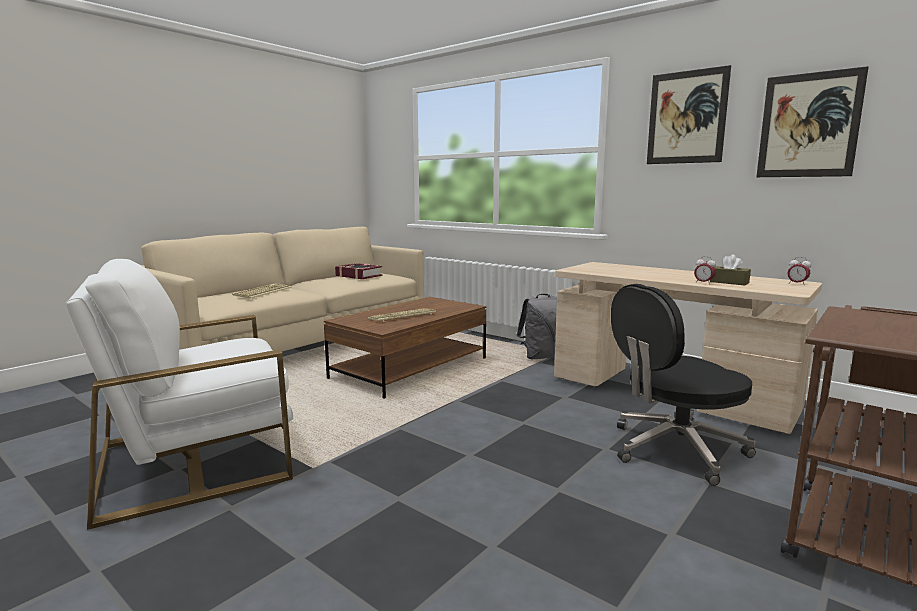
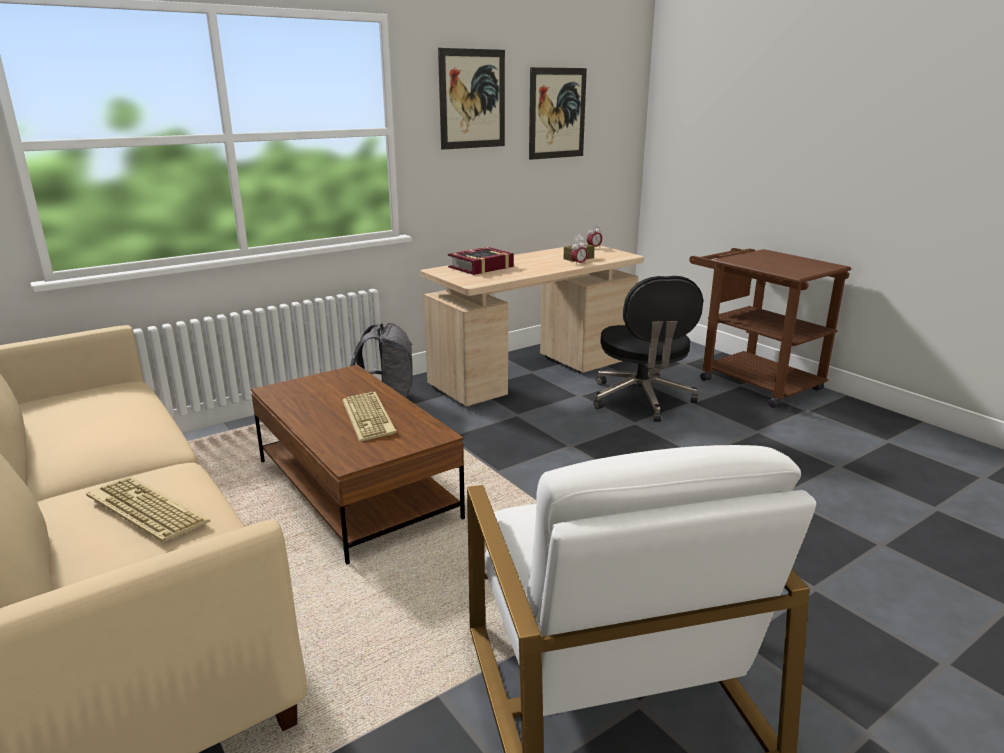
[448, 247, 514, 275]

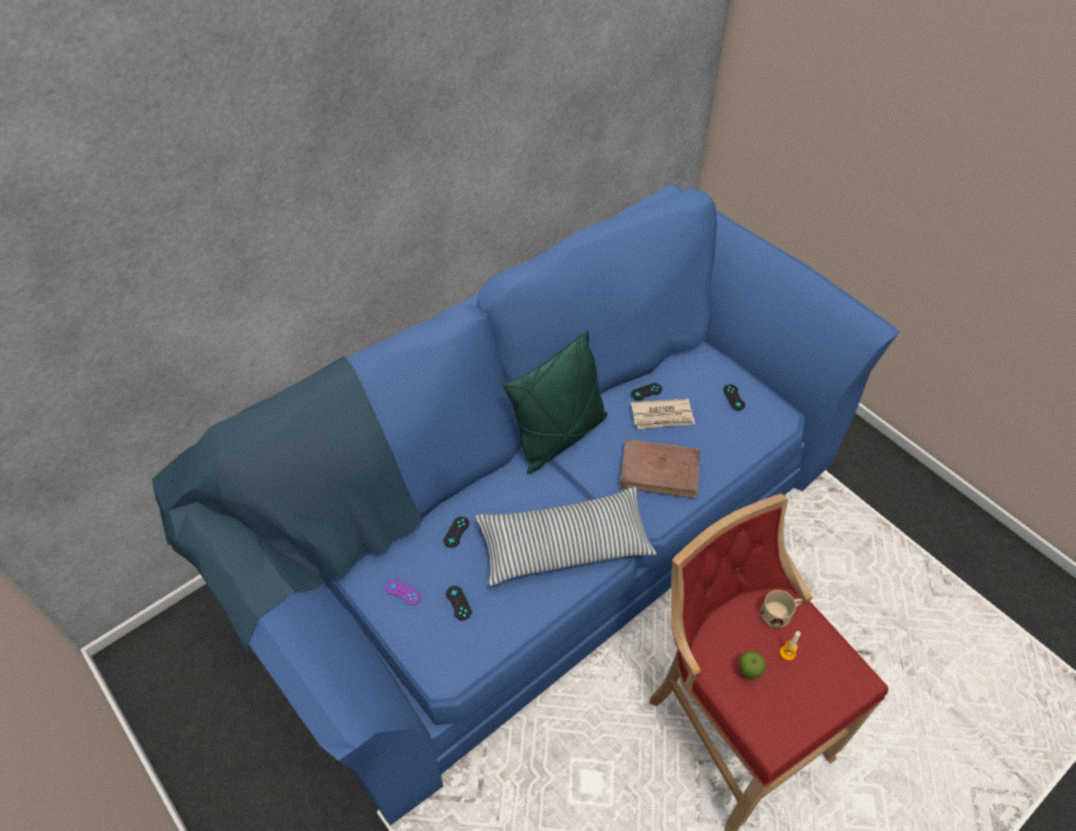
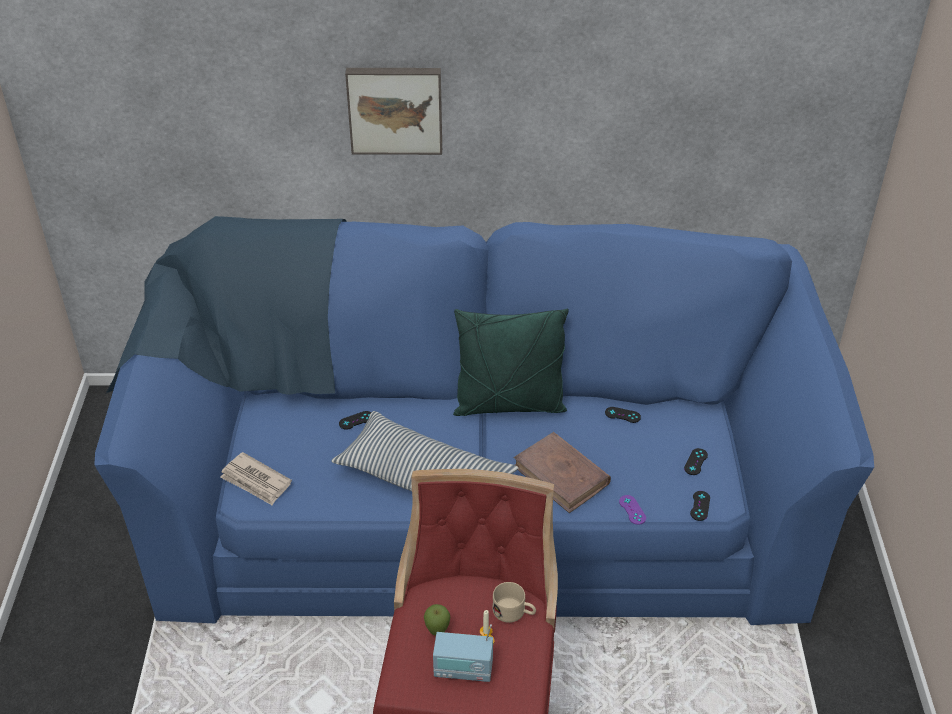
[619, 495, 646, 525]
[690, 491, 710, 521]
[220, 452, 292, 505]
[345, 68, 442, 155]
[433, 624, 493, 682]

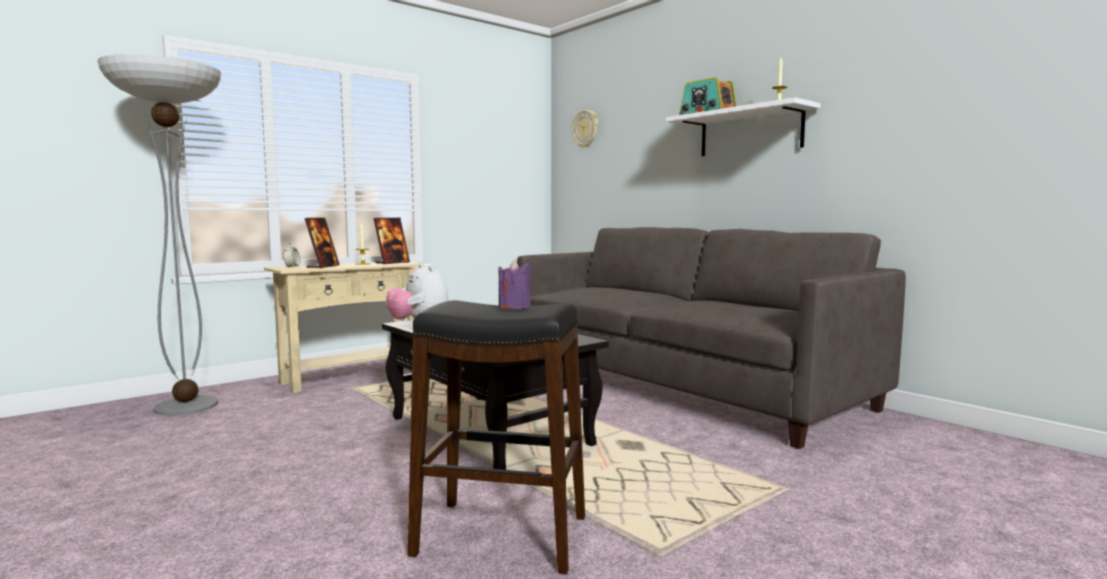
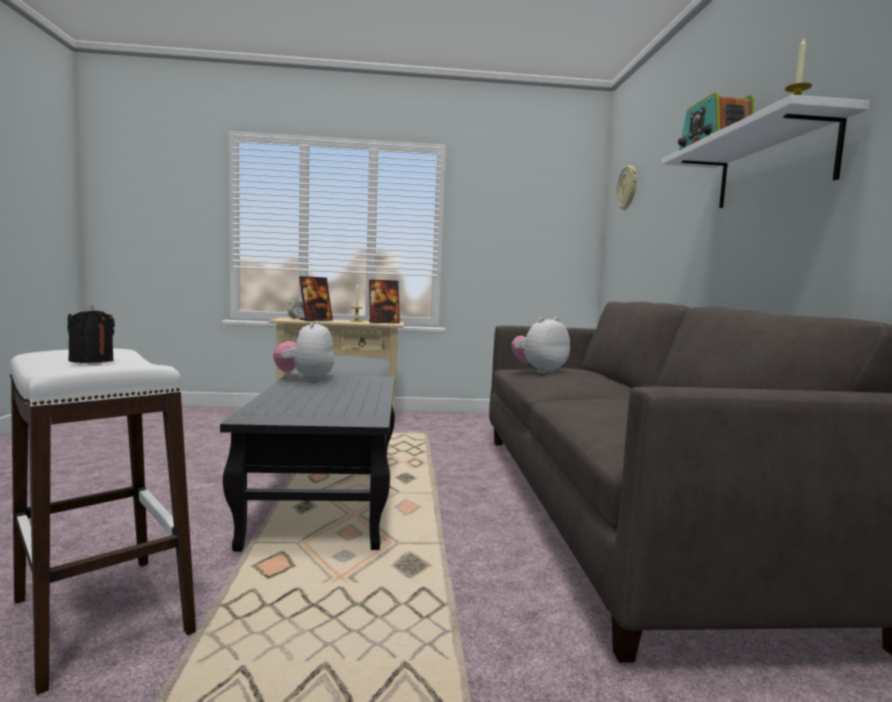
[98, 54, 221, 416] (first image)
[10, 349, 196, 695]
[67, 305, 115, 363]
[511, 317, 570, 374]

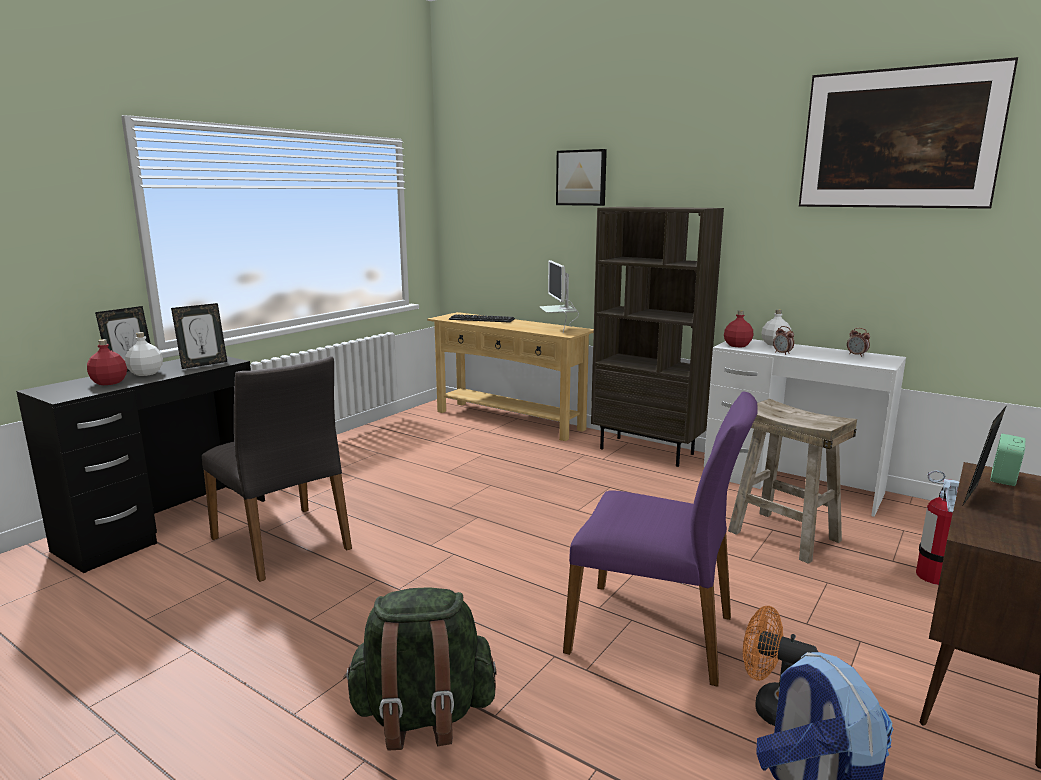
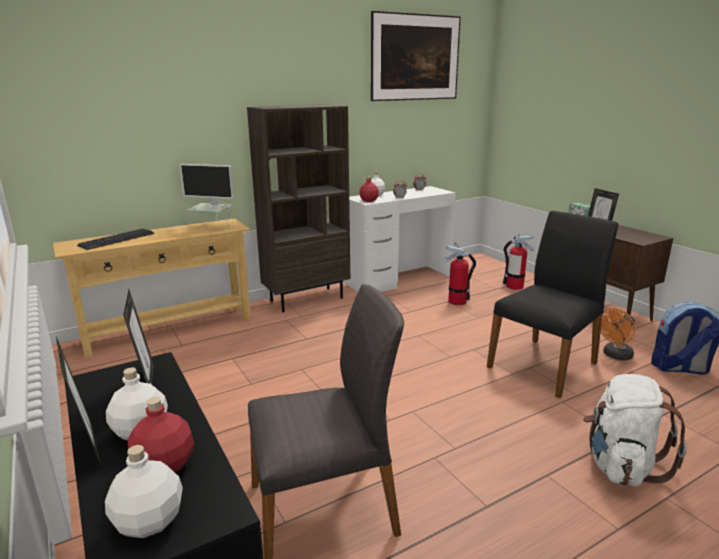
[583, 374, 687, 487]
[556, 149, 607, 206] (first image)
[487, 211, 618, 399]
[444, 242, 476, 305]
[105, 445, 183, 538]

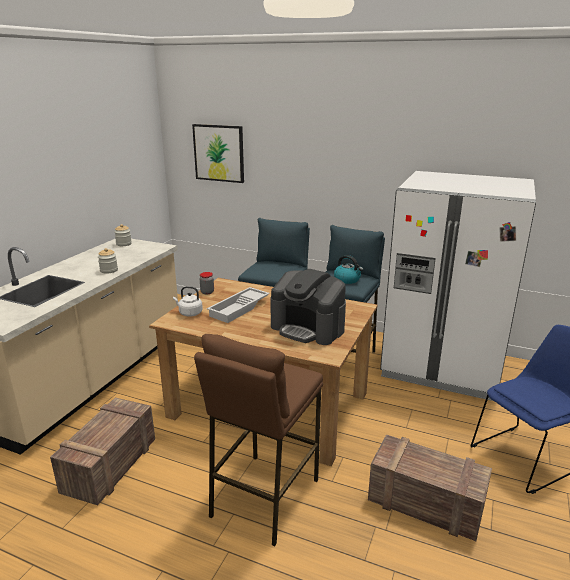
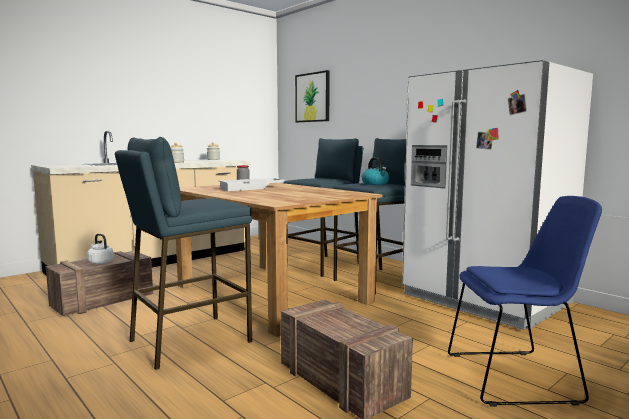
[87, 234, 114, 264]
[115, 137, 252, 370]
[270, 269, 346, 345] (first image)

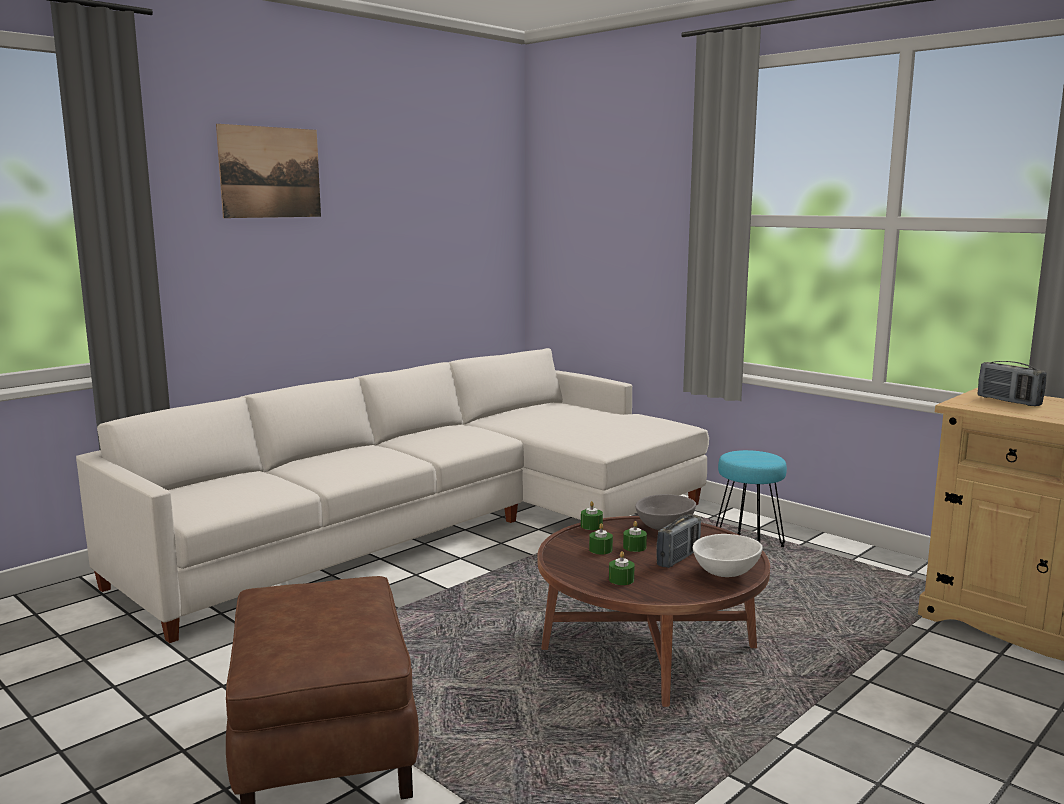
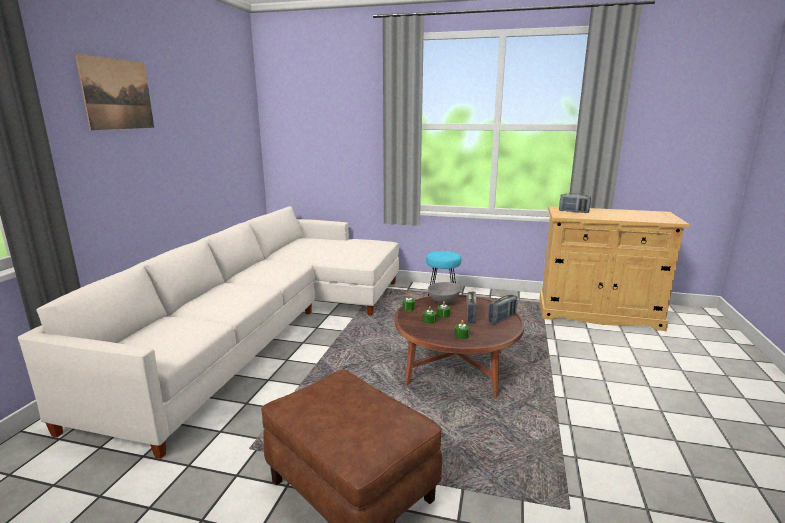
[489, 295, 517, 324]

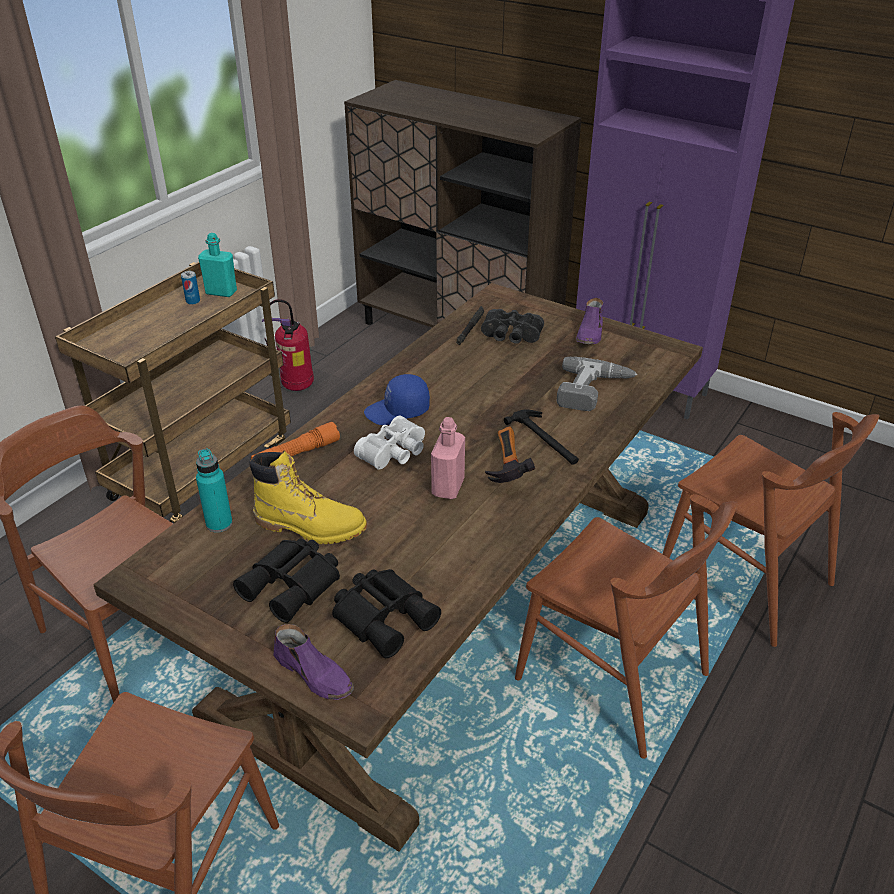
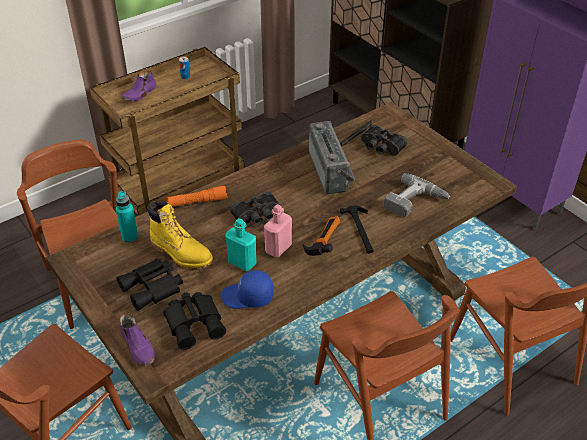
[225, 218, 256, 271]
[262, 299, 314, 391] (first image)
[230, 192, 280, 226]
[221, 270, 274, 309]
[121, 71, 157, 101]
[309, 121, 355, 194]

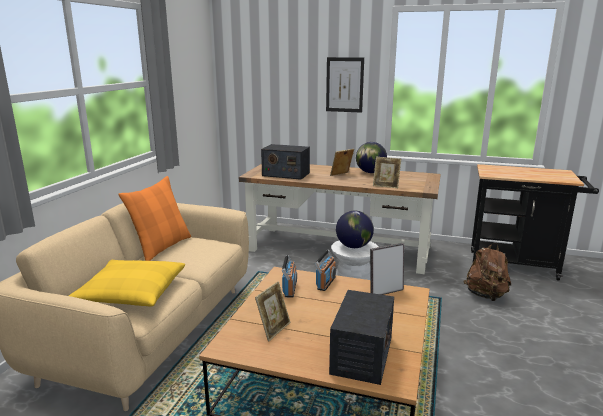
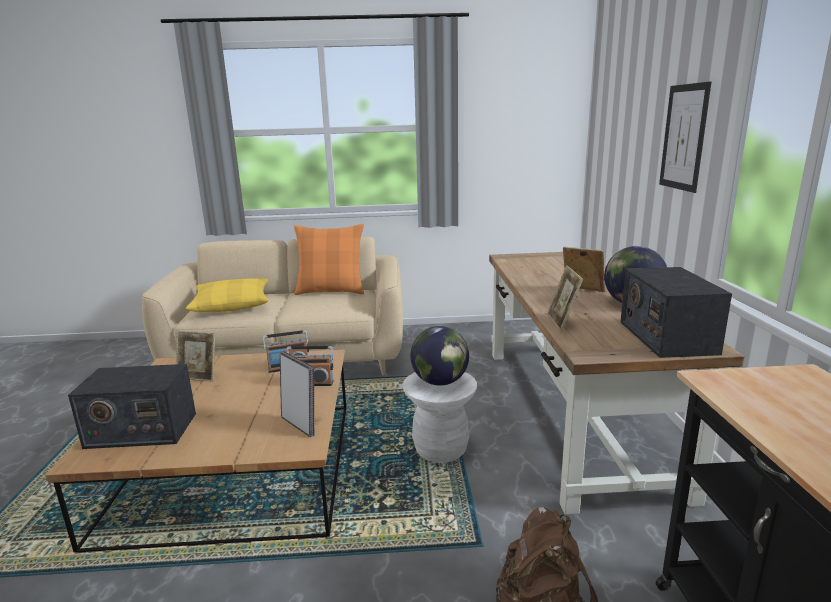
[621, 267, 732, 358]

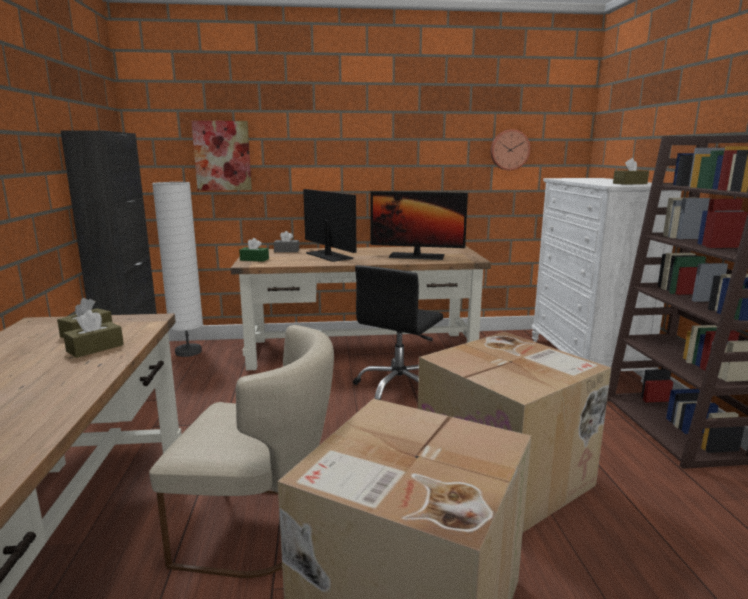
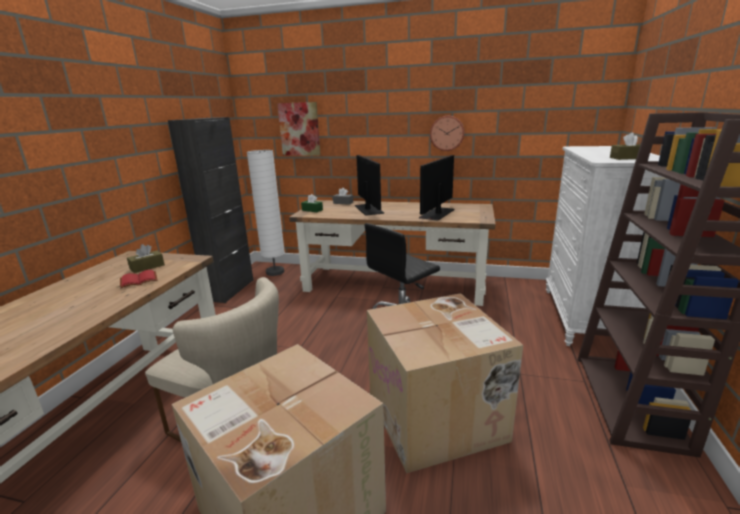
[120, 270, 157, 288]
[419, 155, 454, 221]
[430, 116, 464, 151]

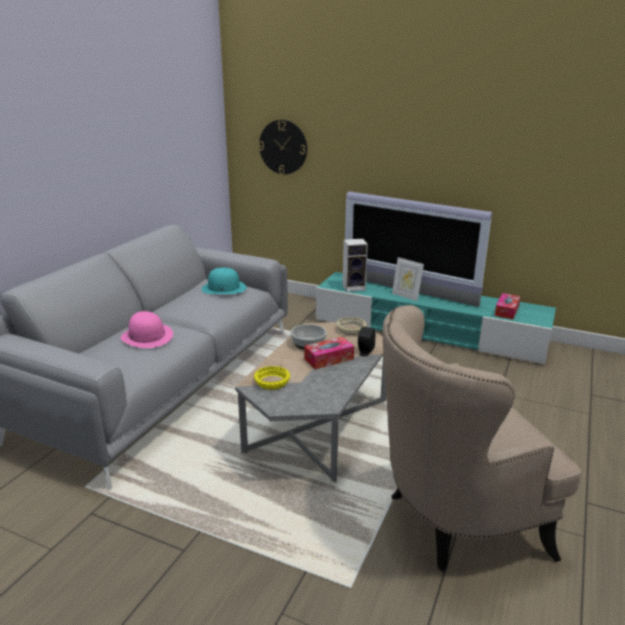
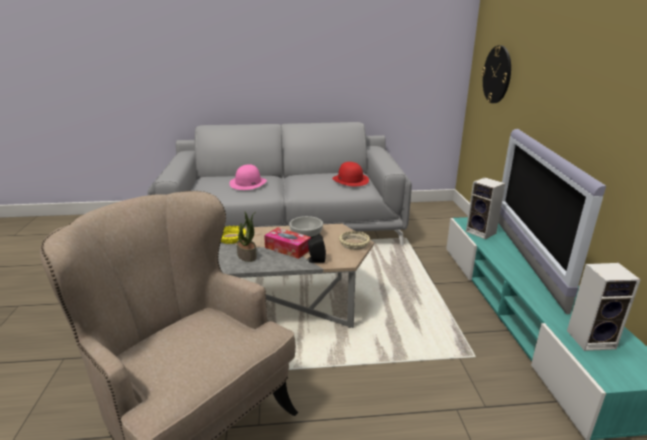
[332, 162, 369, 186]
[392, 257, 424, 301] (first image)
[567, 263, 641, 351]
[237, 212, 257, 262]

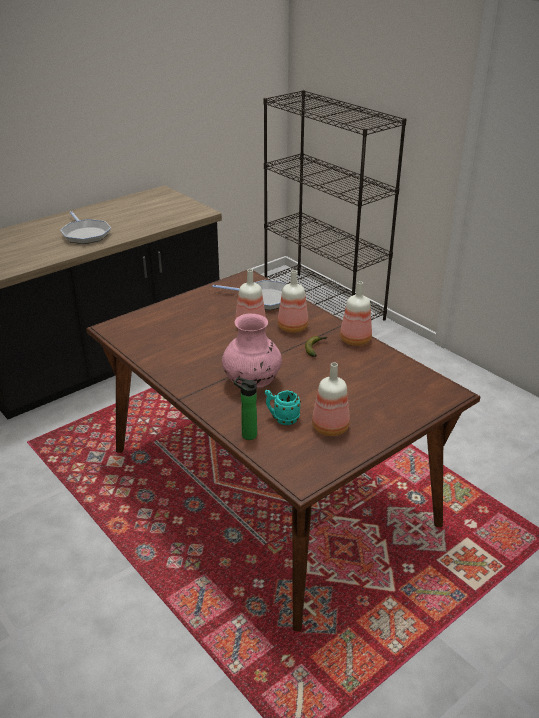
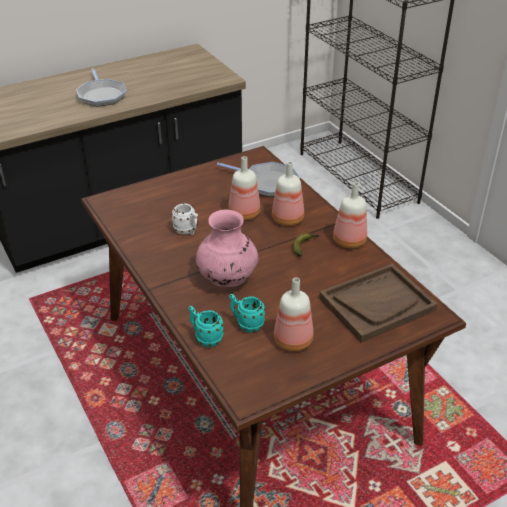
[188, 306, 223, 347]
[171, 204, 198, 235]
[319, 264, 438, 343]

